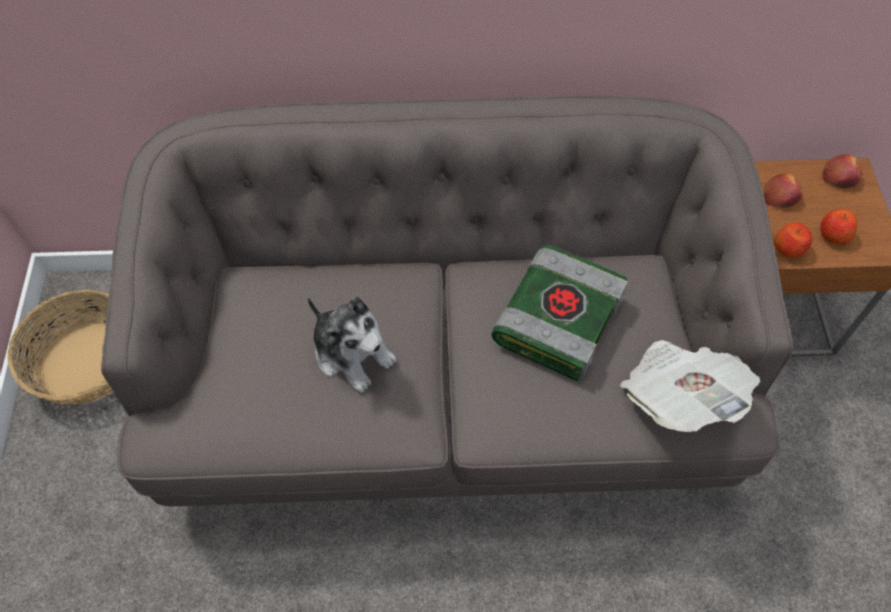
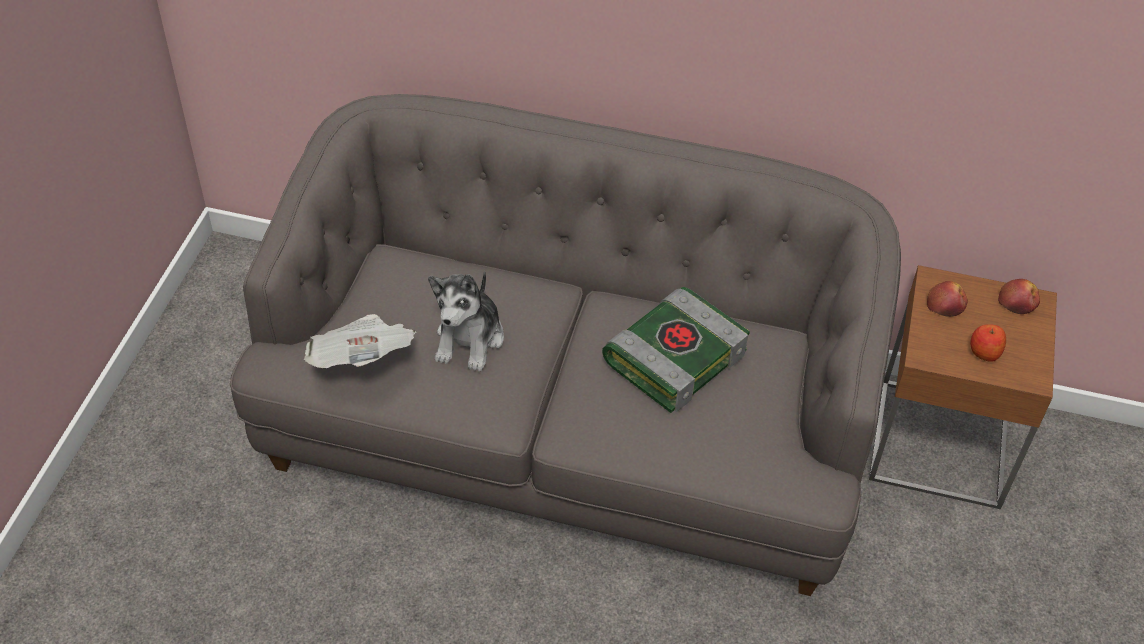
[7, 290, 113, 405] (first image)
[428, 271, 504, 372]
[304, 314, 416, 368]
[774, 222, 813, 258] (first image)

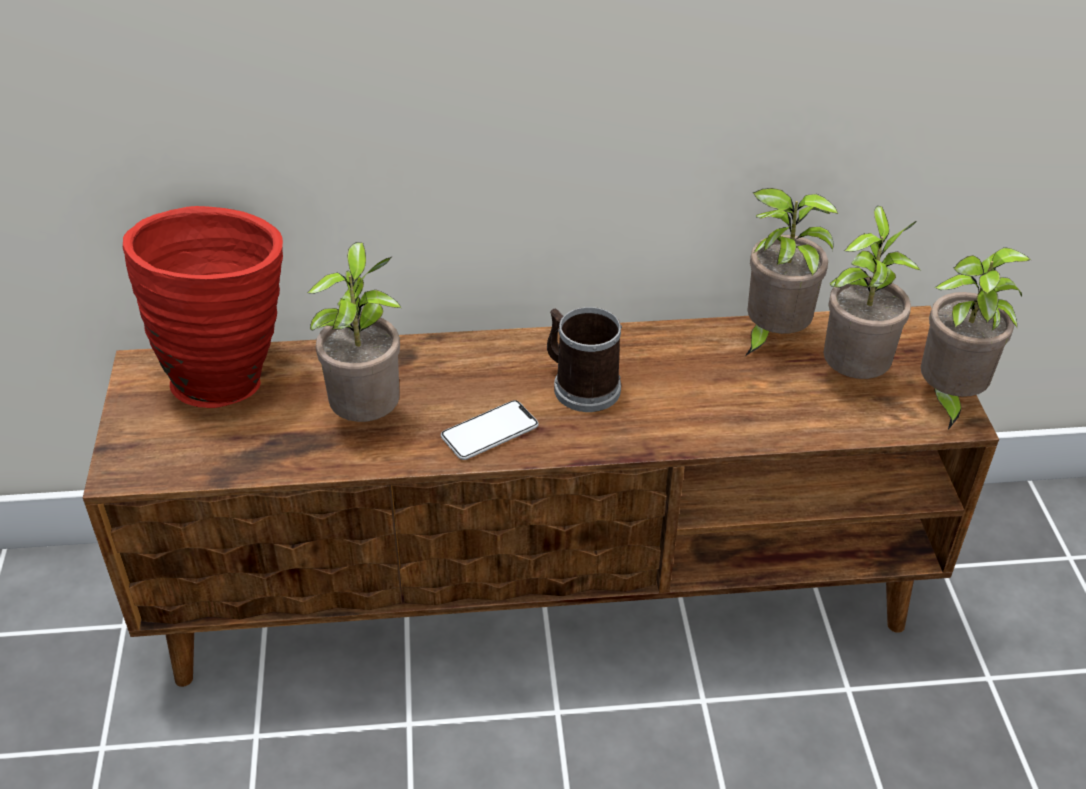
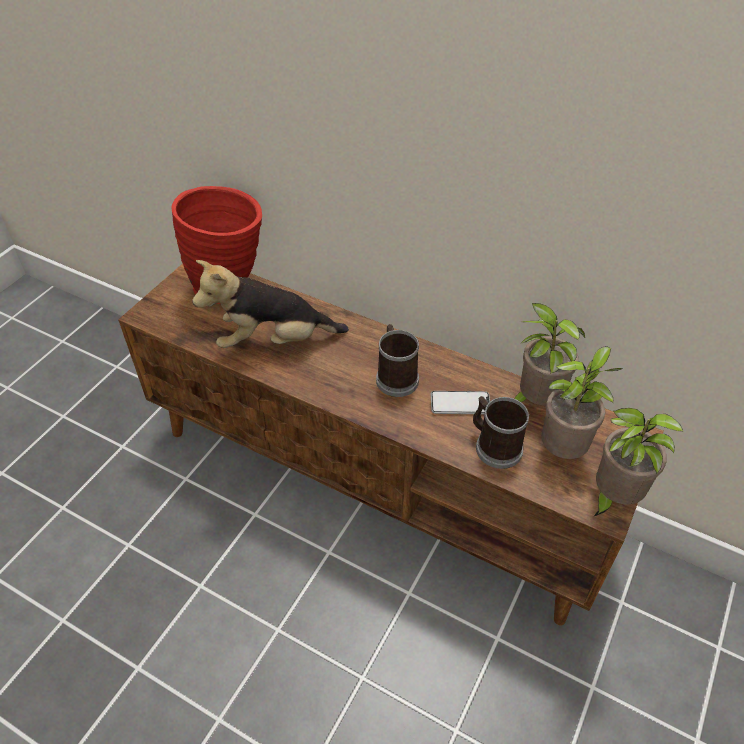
[192, 260, 349, 348]
[431, 391, 490, 414]
[473, 396, 530, 469]

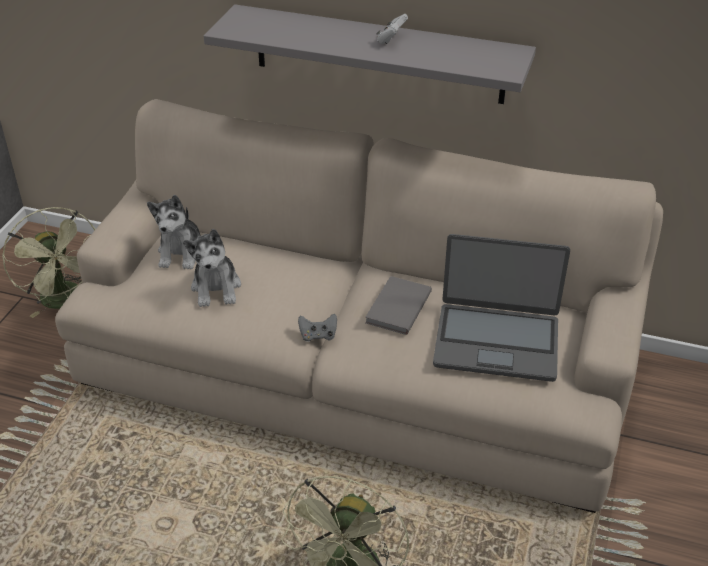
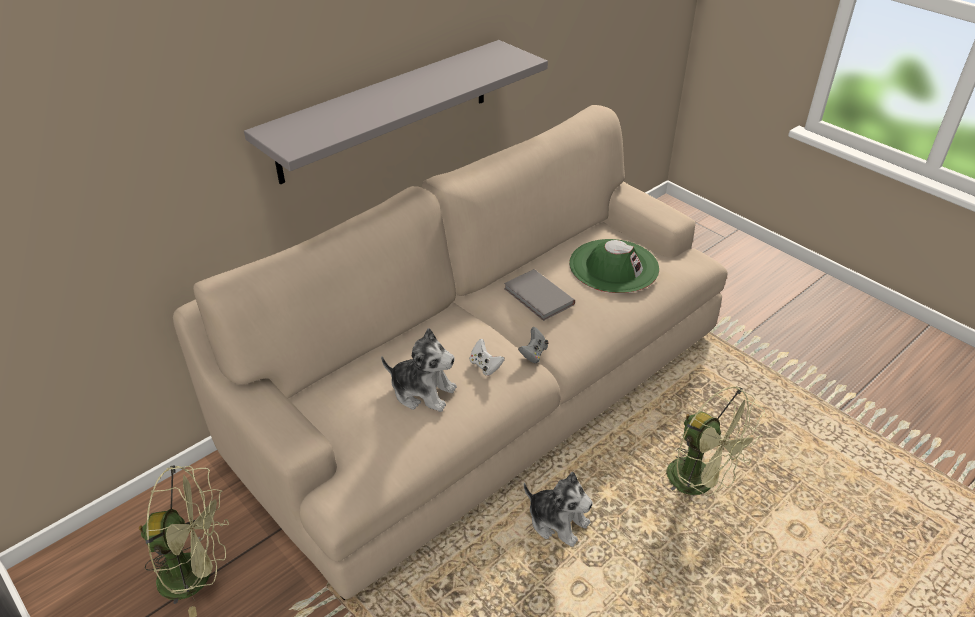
[524, 472, 593, 547]
[470, 339, 505, 376]
[569, 239, 659, 293]

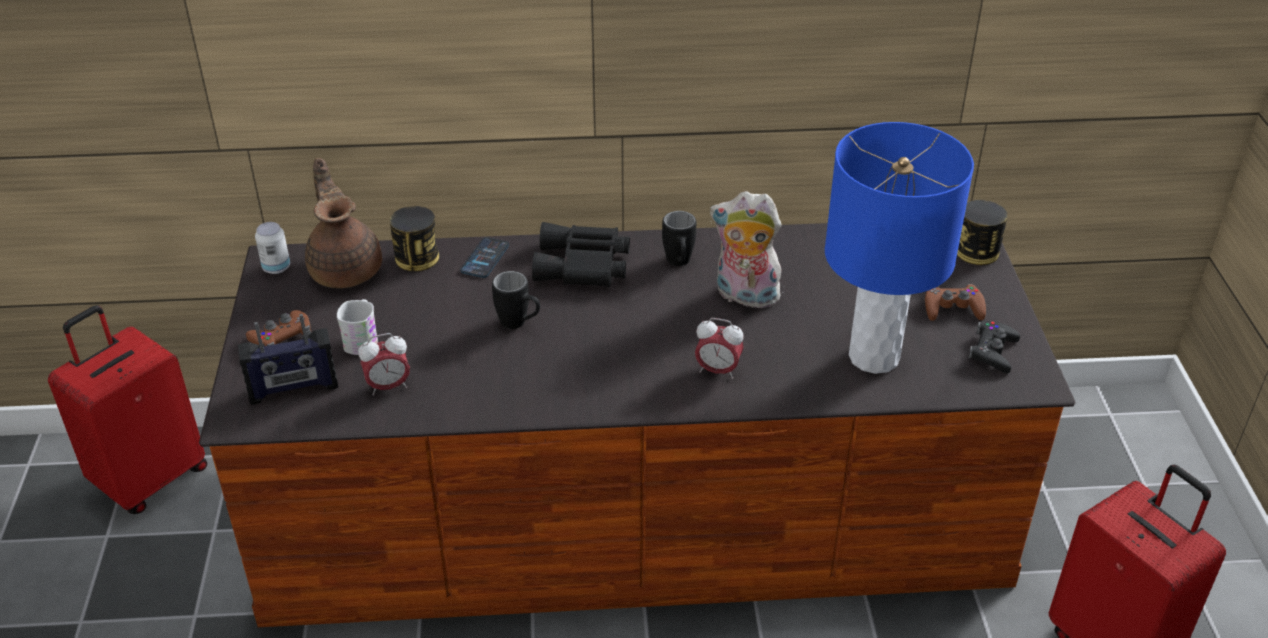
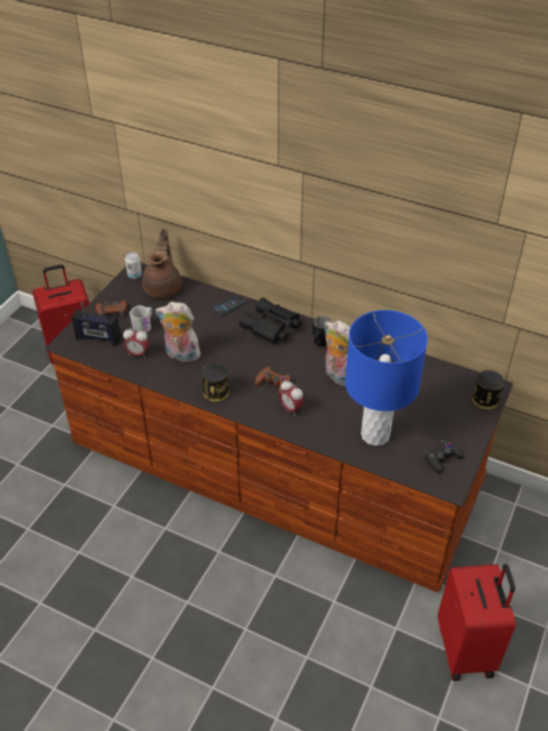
[202, 363, 230, 402]
[492, 271, 540, 329] (first image)
[255, 367, 290, 392]
[156, 302, 203, 362]

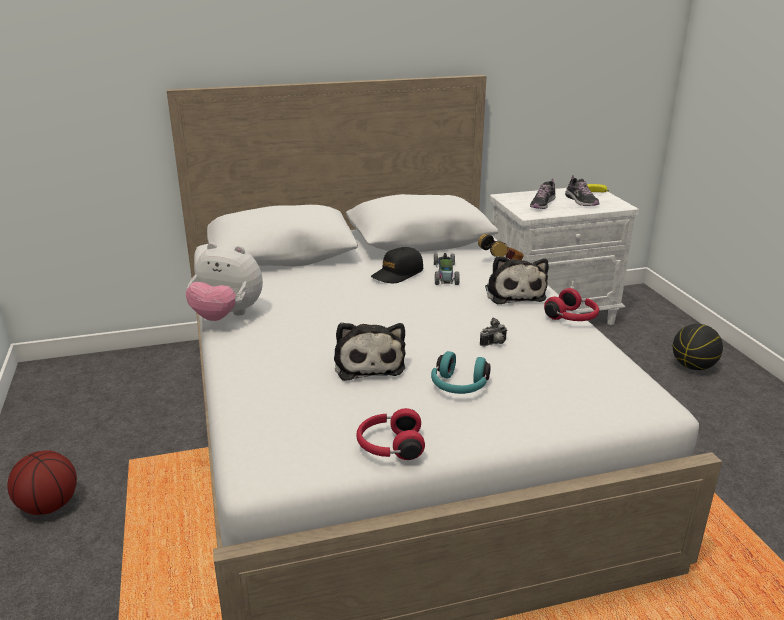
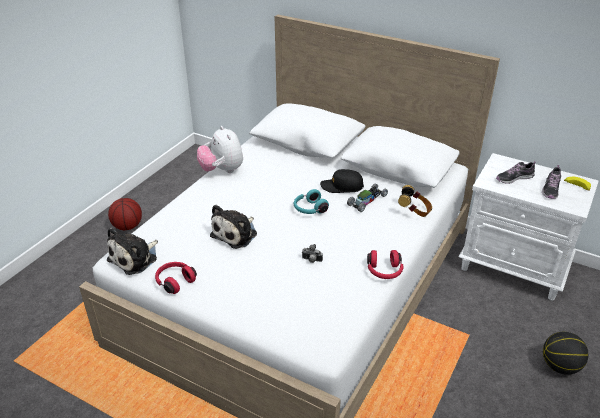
[294, 189, 329, 214]
[107, 228, 158, 275]

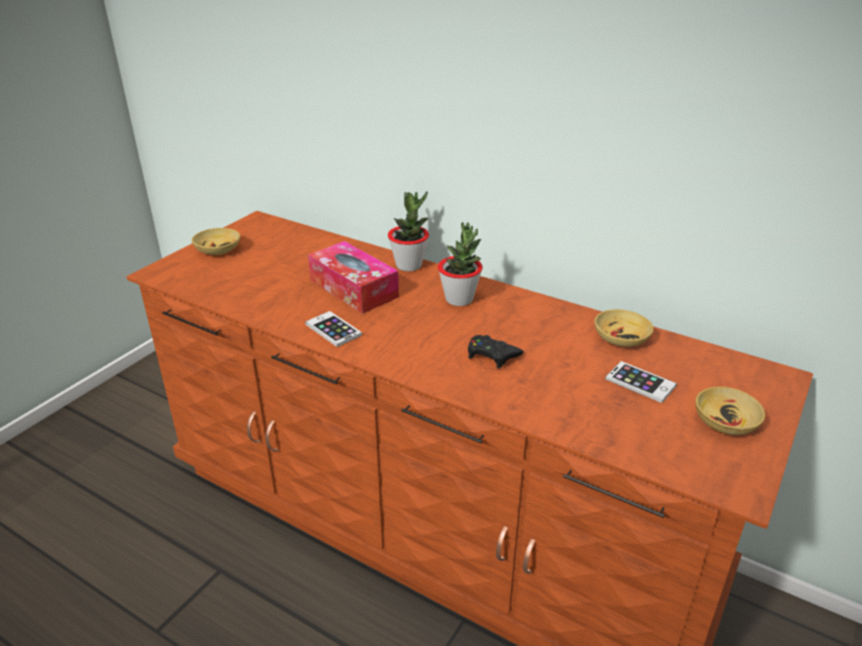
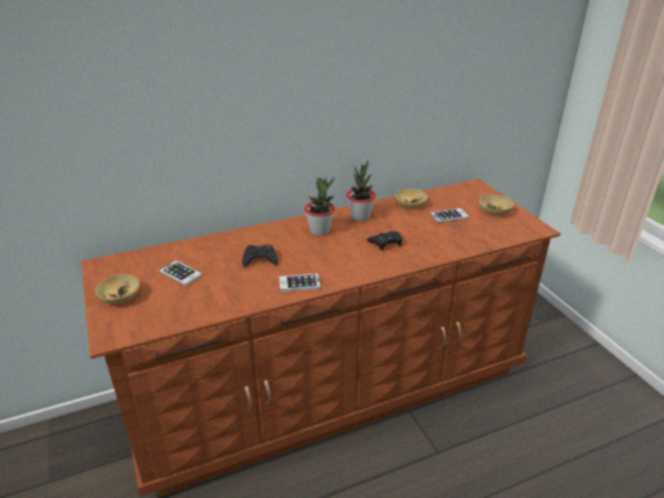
[242, 244, 278, 268]
[346, 161, 376, 221]
[159, 261, 203, 286]

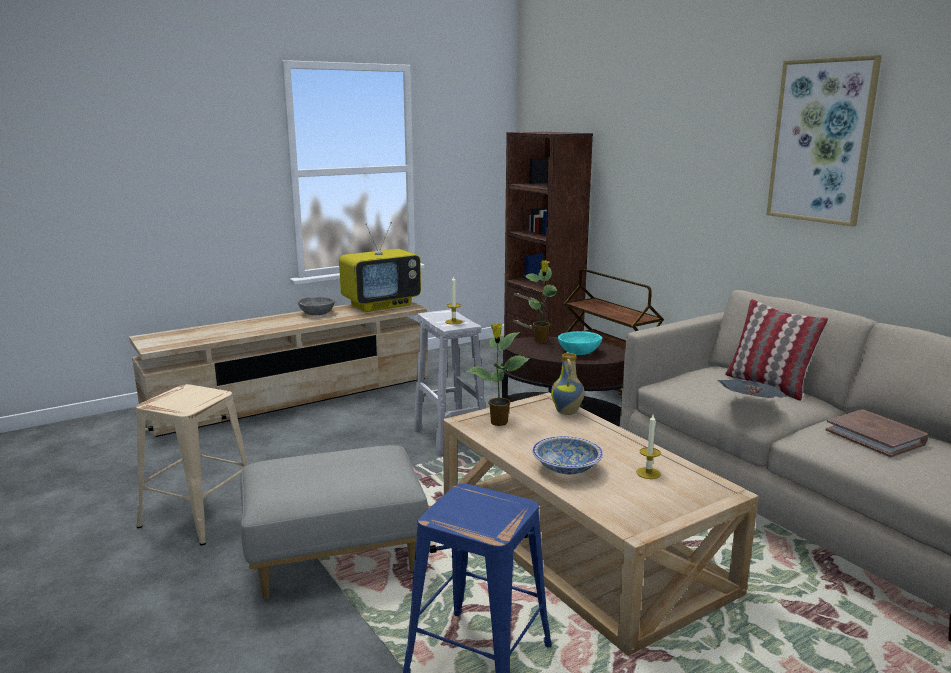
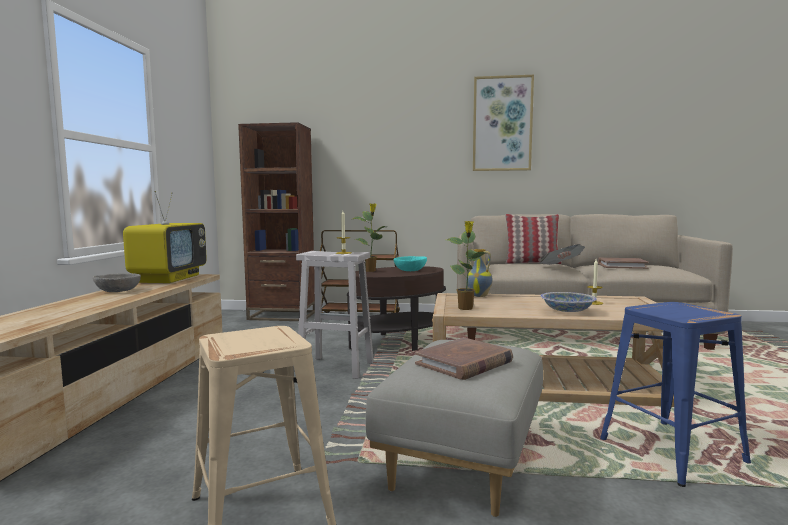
[415, 337, 513, 380]

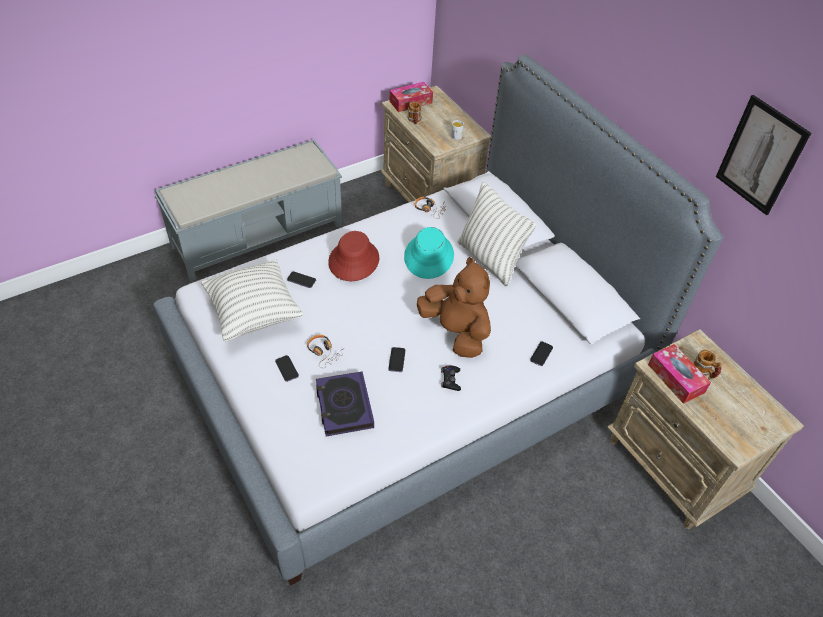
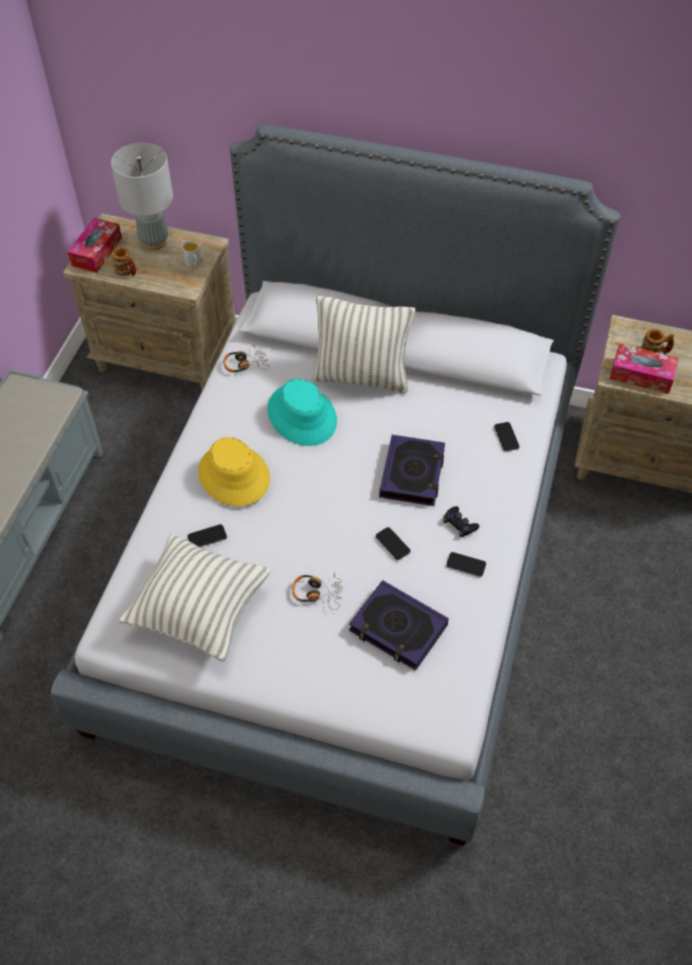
[446, 552, 486, 577]
[198, 437, 270, 506]
[379, 435, 445, 506]
[716, 95, 811, 215] (first image)
[111, 143, 173, 250]

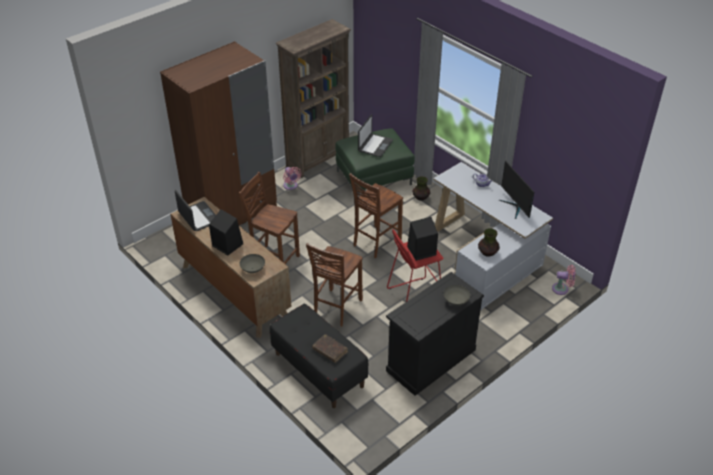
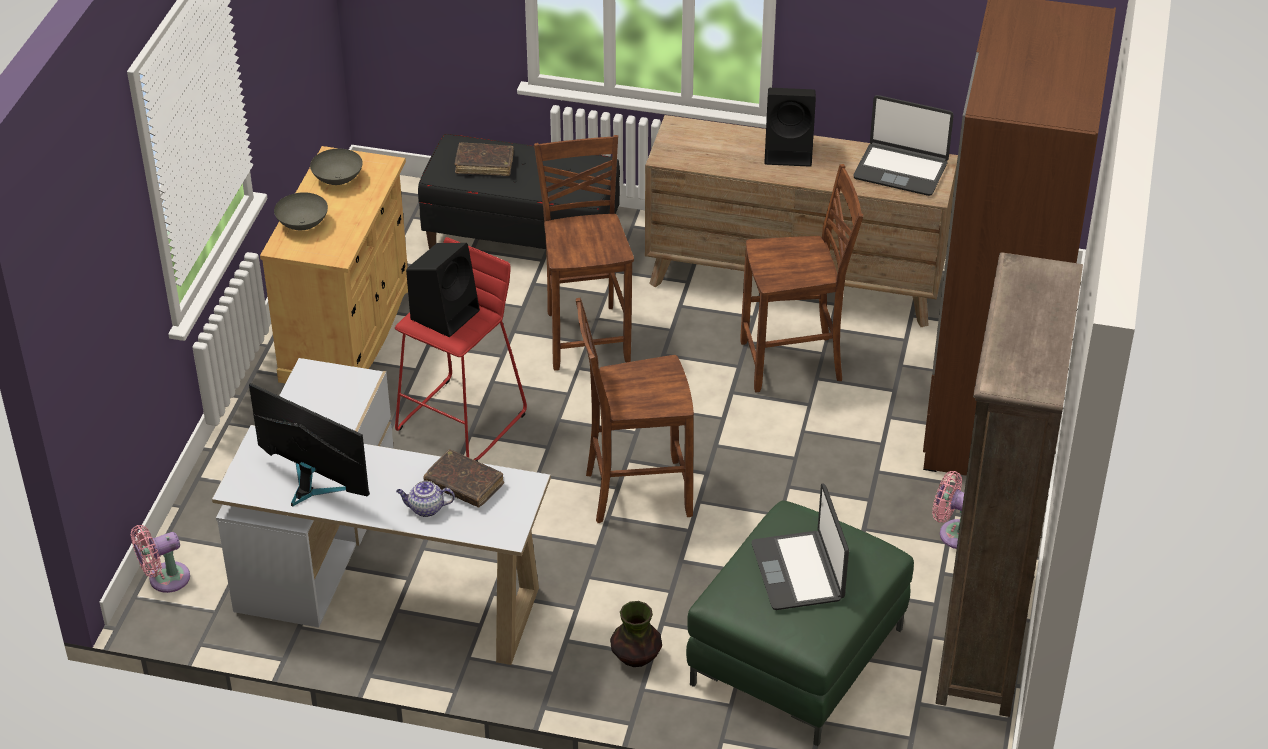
[310, 149, 363, 185]
[576, 298, 694, 523]
[260, 146, 408, 383]
[478, 228, 500, 257] (first image)
[423, 449, 504, 508]

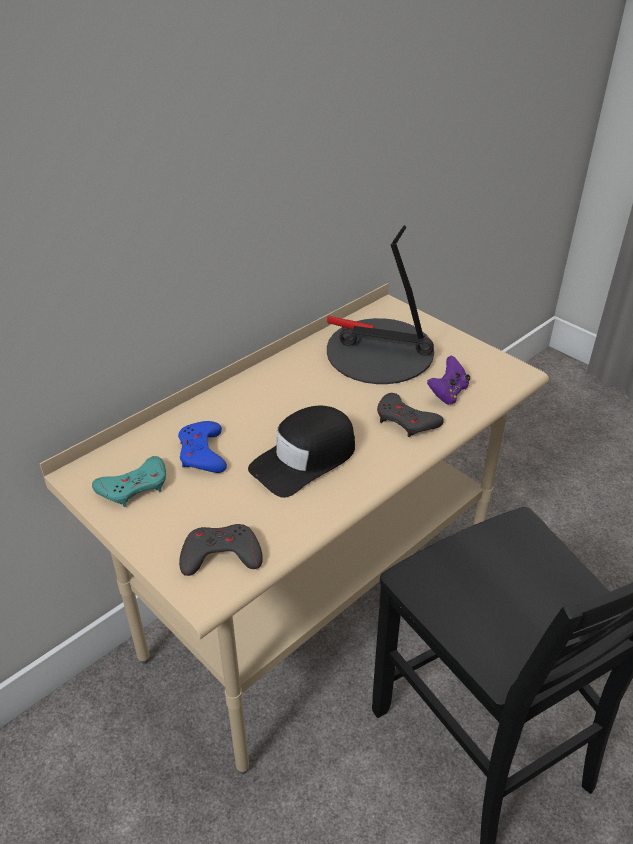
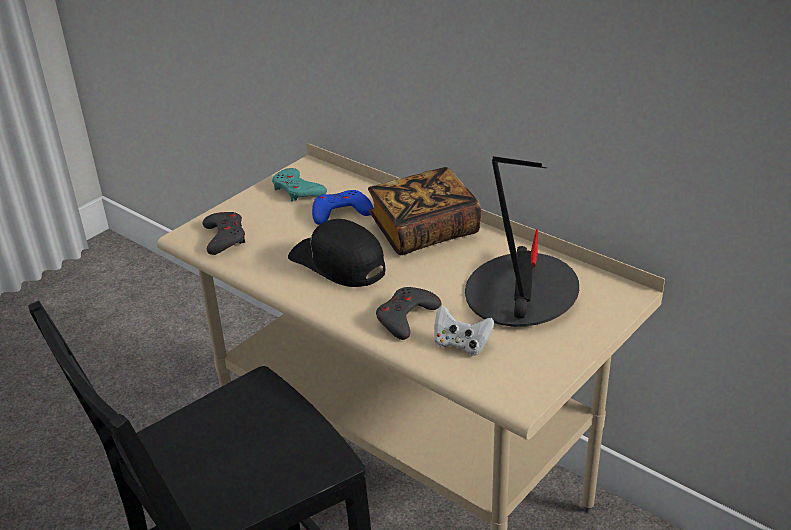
[434, 305, 494, 355]
[368, 167, 482, 255]

